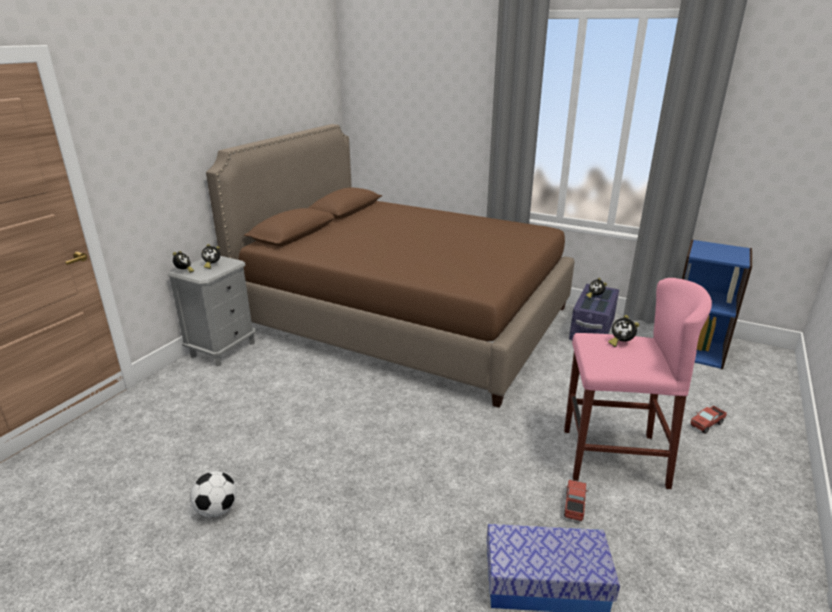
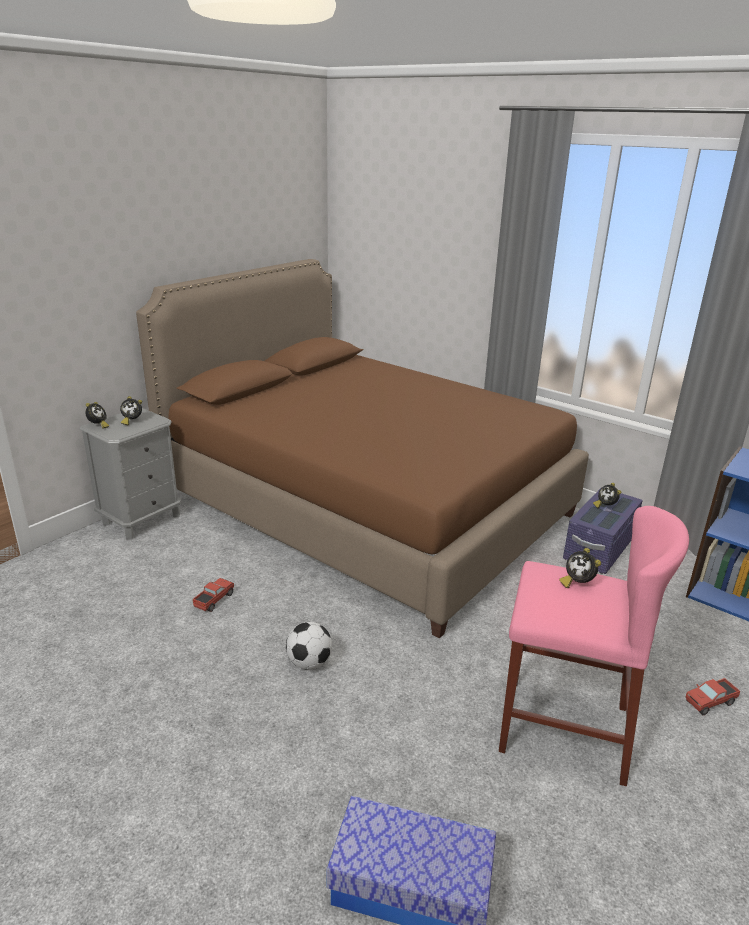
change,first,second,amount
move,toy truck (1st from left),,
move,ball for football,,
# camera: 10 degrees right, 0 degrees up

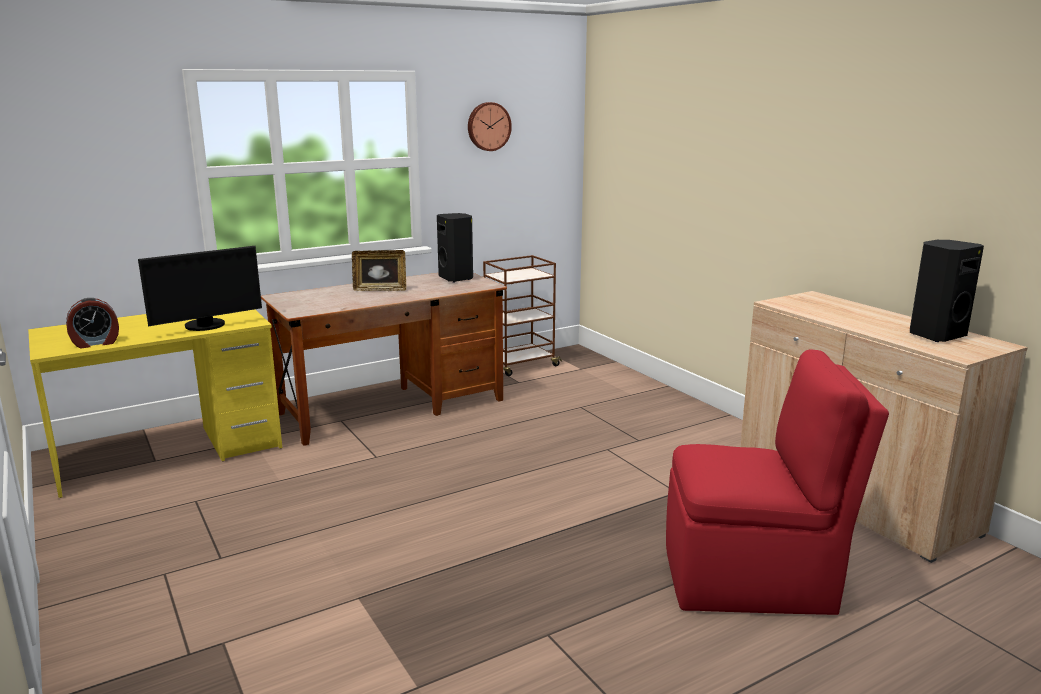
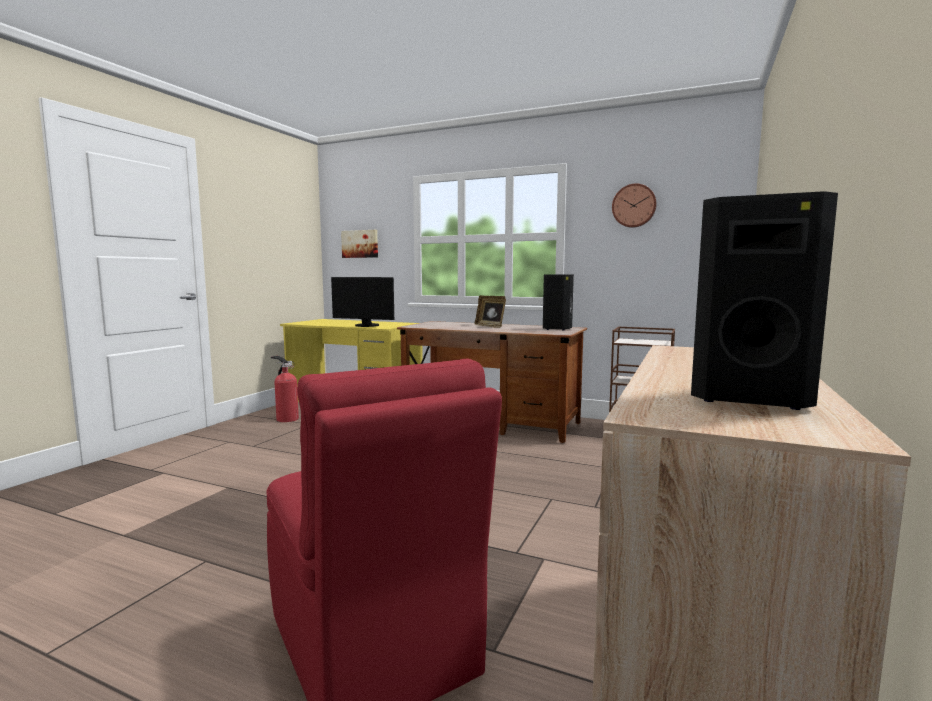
change,first,second,amount
insert,,fire extinguisher,
insert,,wall picture,
delete,table clock,,
# camera: 55 degrees right, 10 degrees down

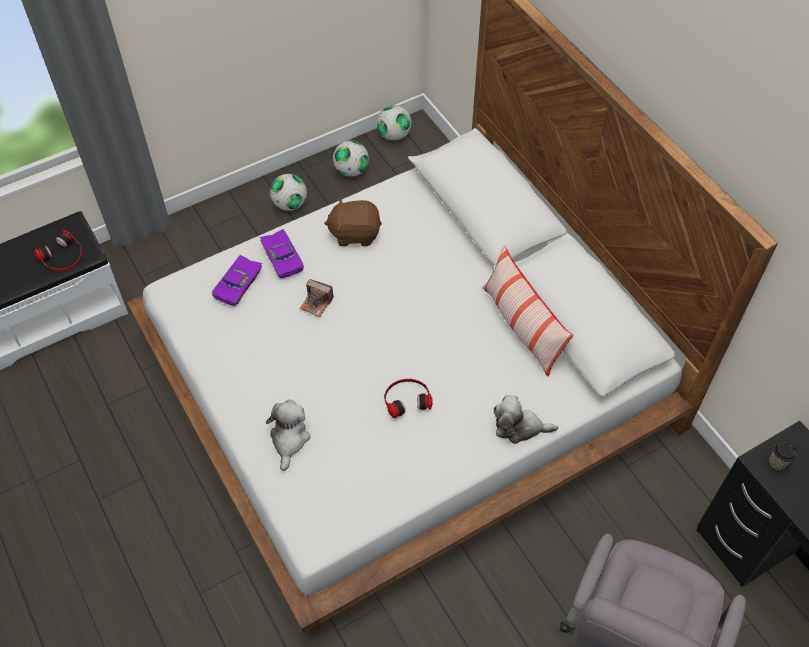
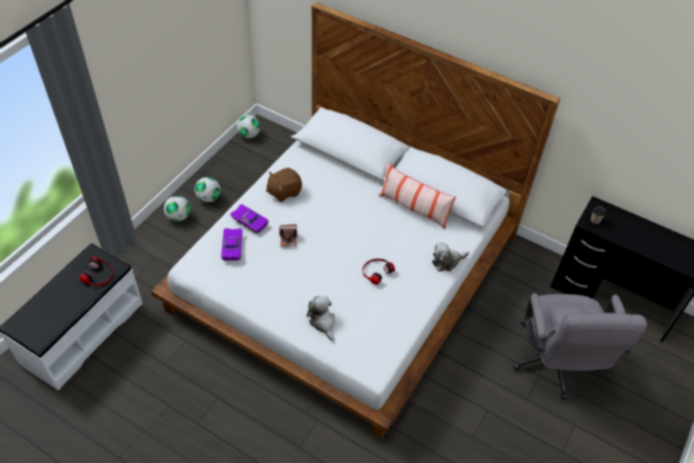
change,first,second,amount
move,ball for football (2nd from left in the first image),ball for football (1st from left),
# camera: 30 degrees left, 5 degrees down

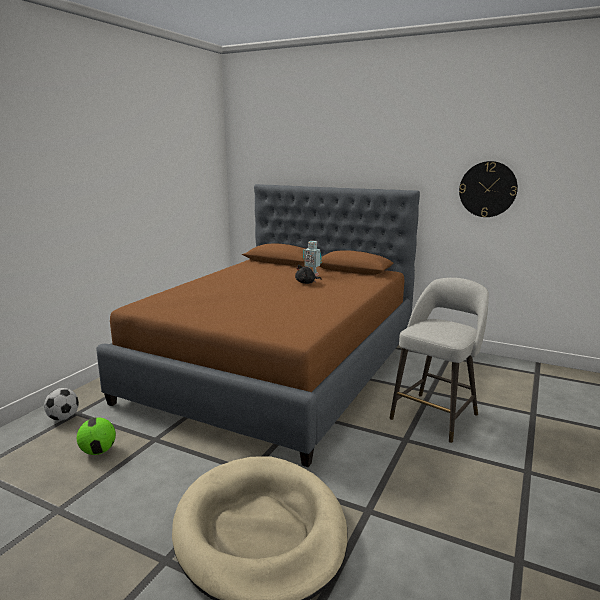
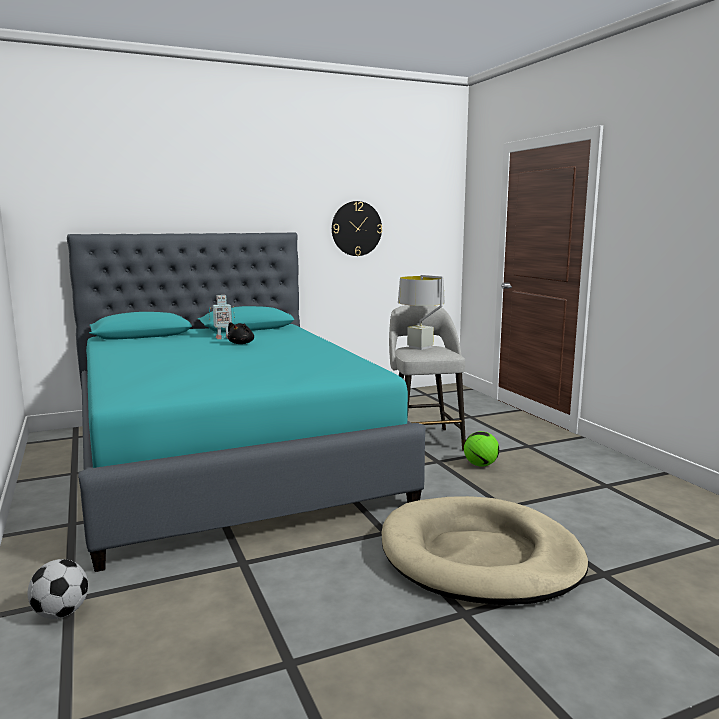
change,first,second,amount
recolor,brownish bed,turquoise-coloured bed,
insert,,grey lamp for a table,
move,ball for football (2nd from left),,
# camera: 50 degrees left, 5 degrees down

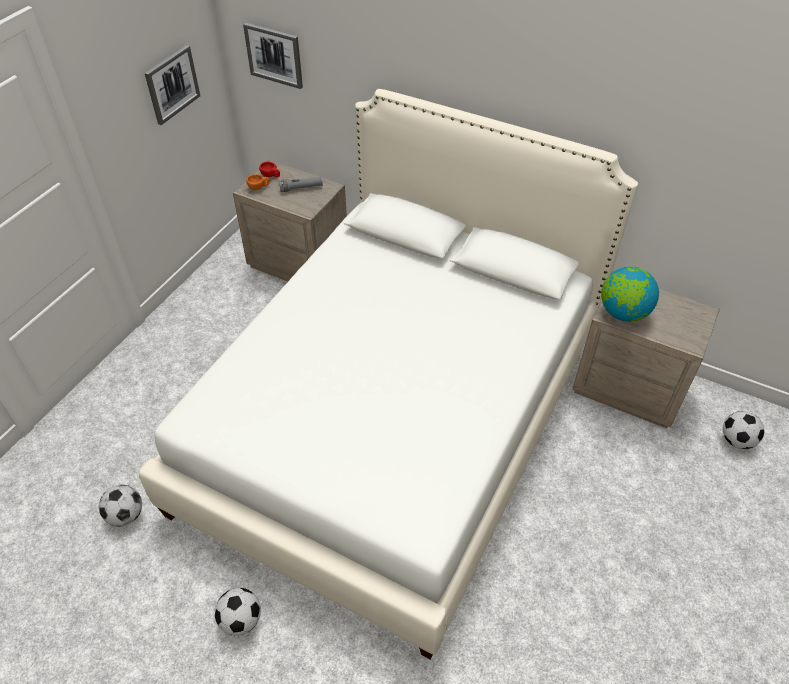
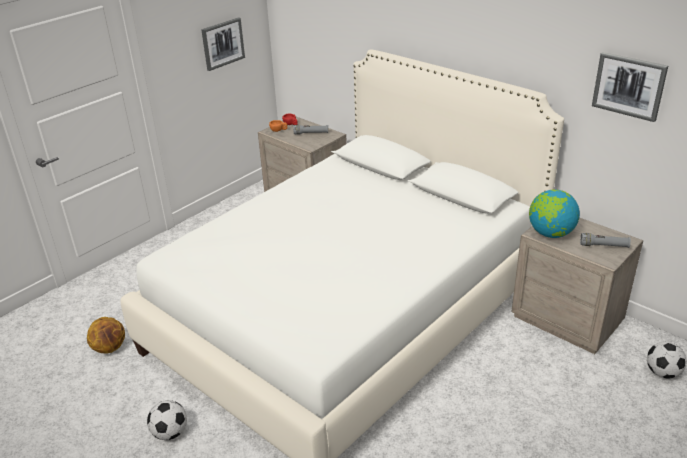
change,first,second,amount
replace,ball for football (1st from left),basketball ball,
insert,,grey flashlight (2nd from left),
move,wall picture (2nd from left),,
# camera: 15 degrees right, 15 degrees down

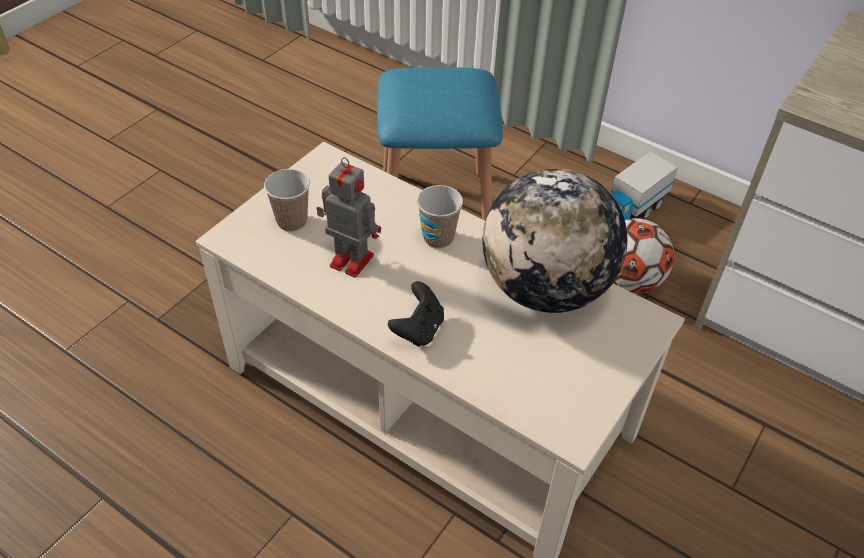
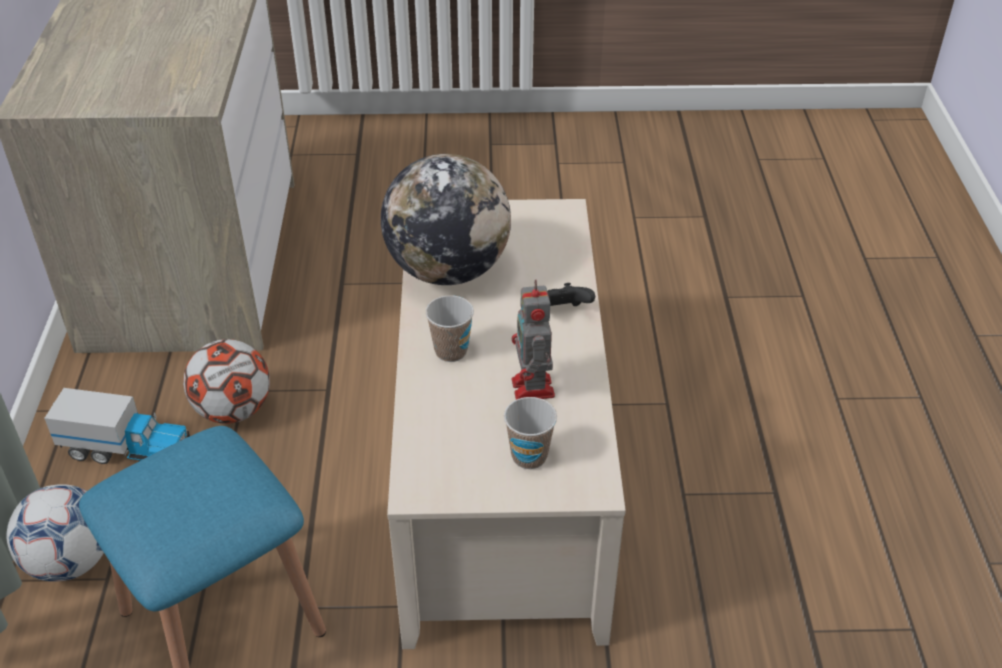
change,first,second,amount
insert,,ball for football (1st from left),
# camera: 125 degrees left, 5 degrees down

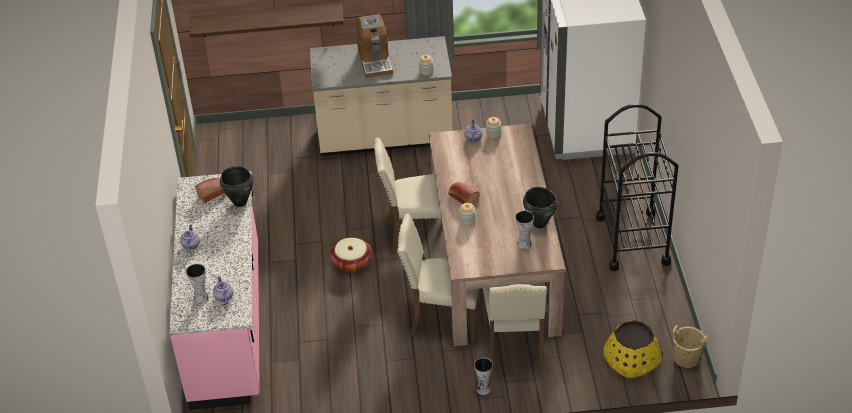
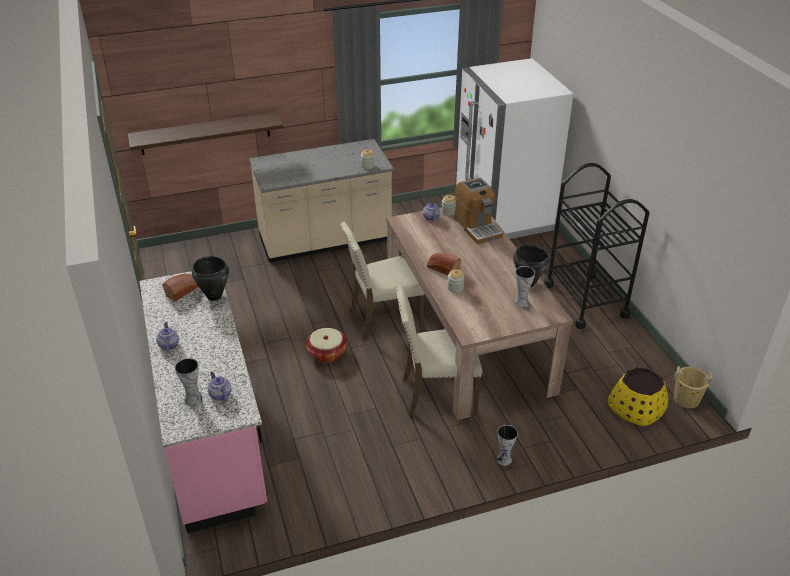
change,first,second,amount
move,coffee brewer,,
delete,beige-coloured plain chair (3rd from left),,
# camera: 15 degrees left, 5 degrees down

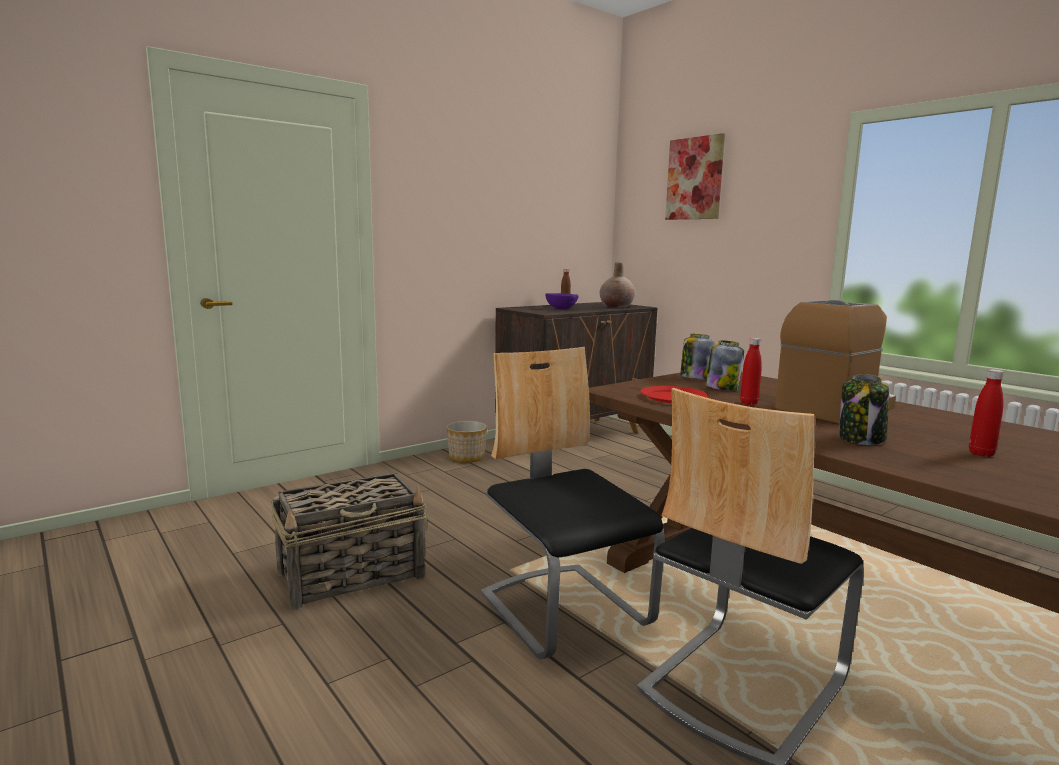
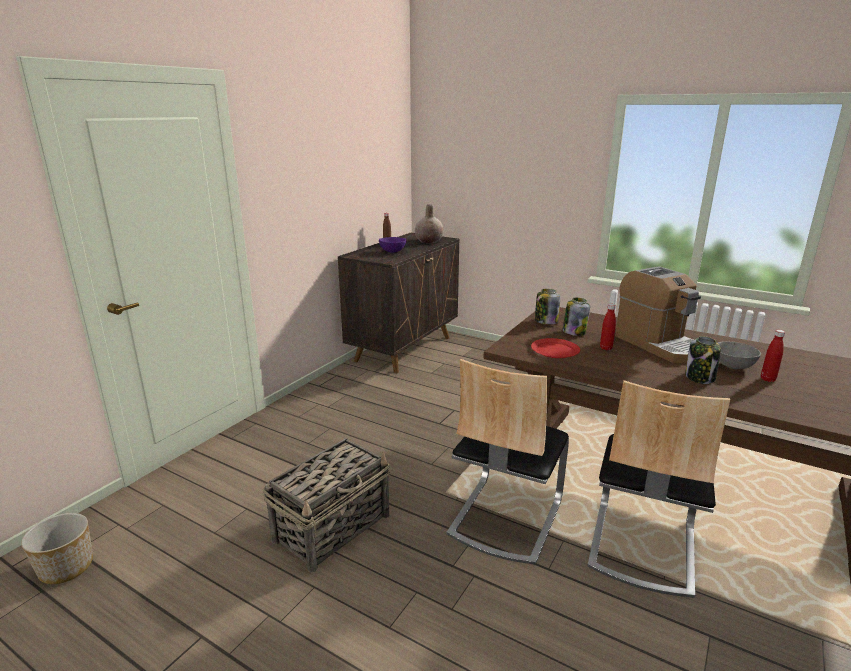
change,first,second,amount
move,planter,,
rotate,plain chair (1st from left),,105 degrees counterclockwise
rotate,coffee brewer,,120 degrees clockwise
insert,,grey deep dish,
delete,wall picture,,
# camera: 20 degrees left, 10 degrees up

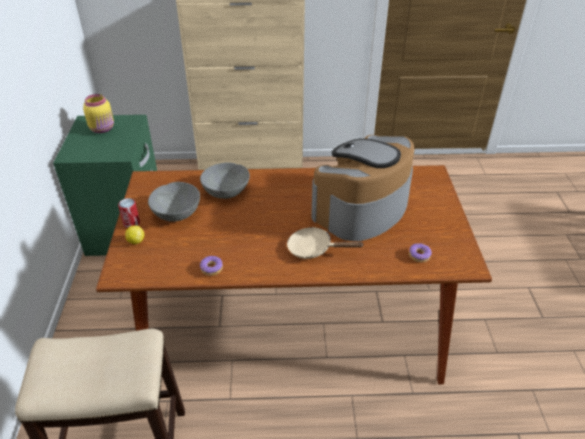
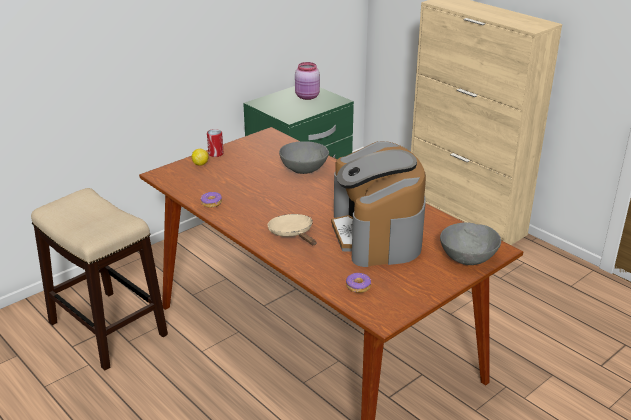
change,first,second,amount
recolor,yellowish preserve jar,pink preserve jar,
rotate,coffee brewer,,105 degrees counterclockwise
move,grey deep dish (1st from left in the first image),grey deep dish (2nd from left),
# camera: 50 degrees right, 10 degrees down

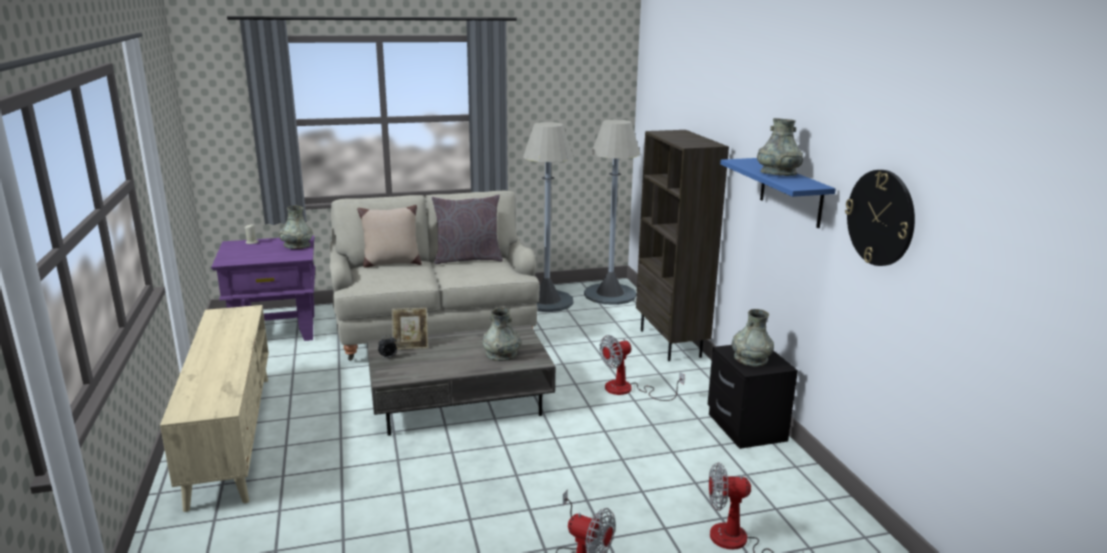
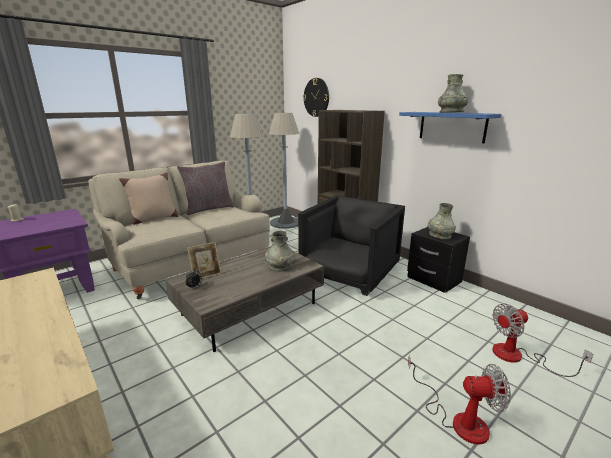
change,first,second,amount
replace,cooling fan (2nd from left),black-coloured easy chair,
move,wall clock,,
delete,grey decorative vase (1st from left),,
# camera: 25 degrees left, 0 degrees up

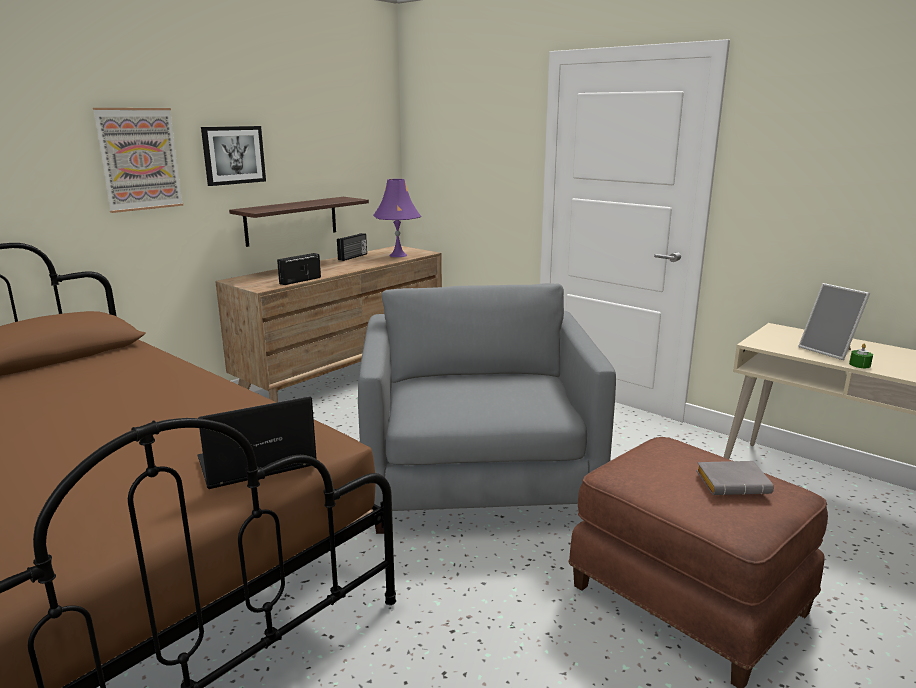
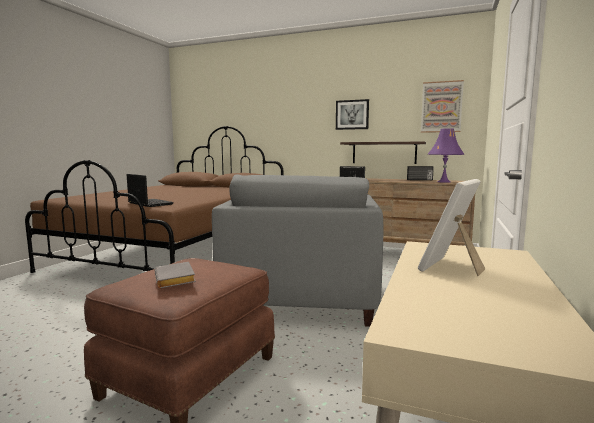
change,first,second,amount
rotate,grey easy chair,,120 degrees clockwise
move,wall picture (1st from left in the first image),wall picture (2nd from left),
delete,green wax light,,
# camera: 70 degrees right, 10 degrees down

